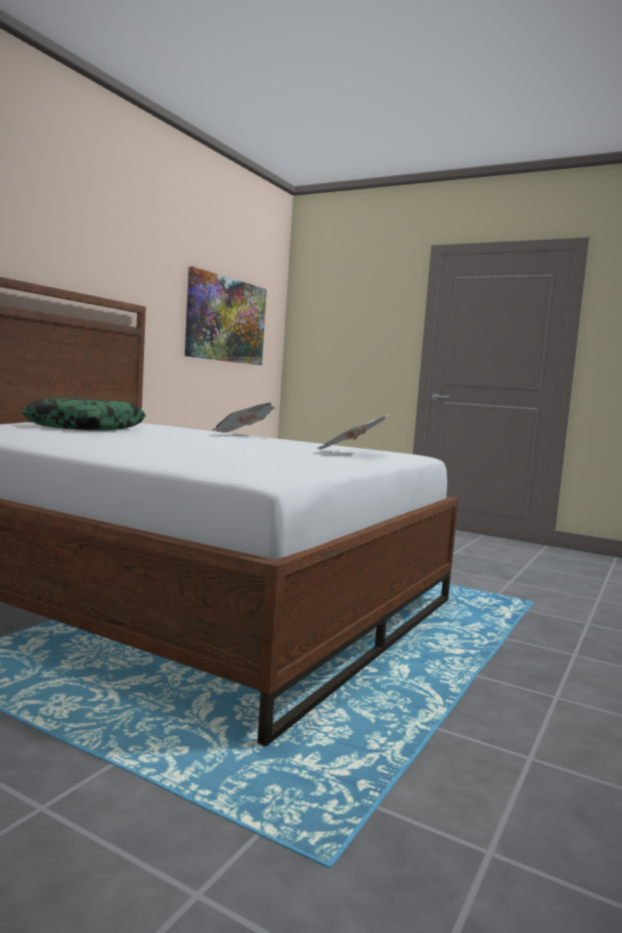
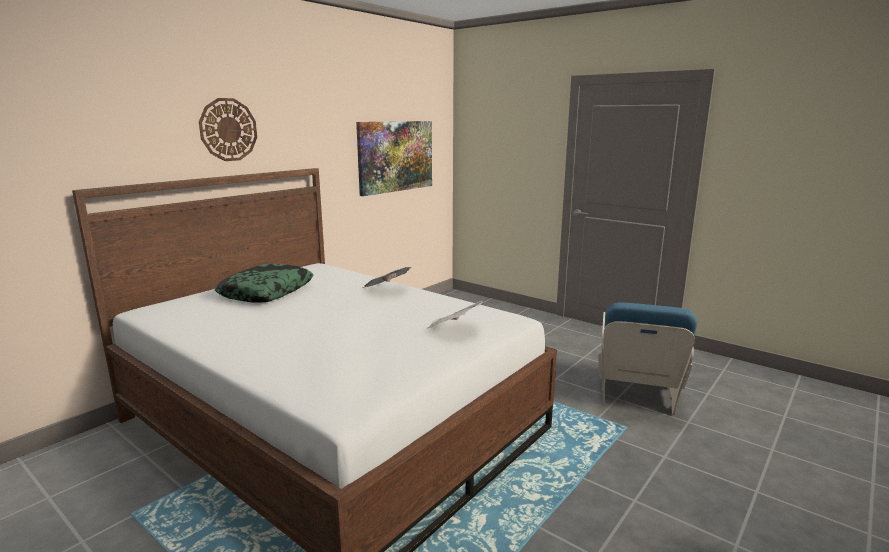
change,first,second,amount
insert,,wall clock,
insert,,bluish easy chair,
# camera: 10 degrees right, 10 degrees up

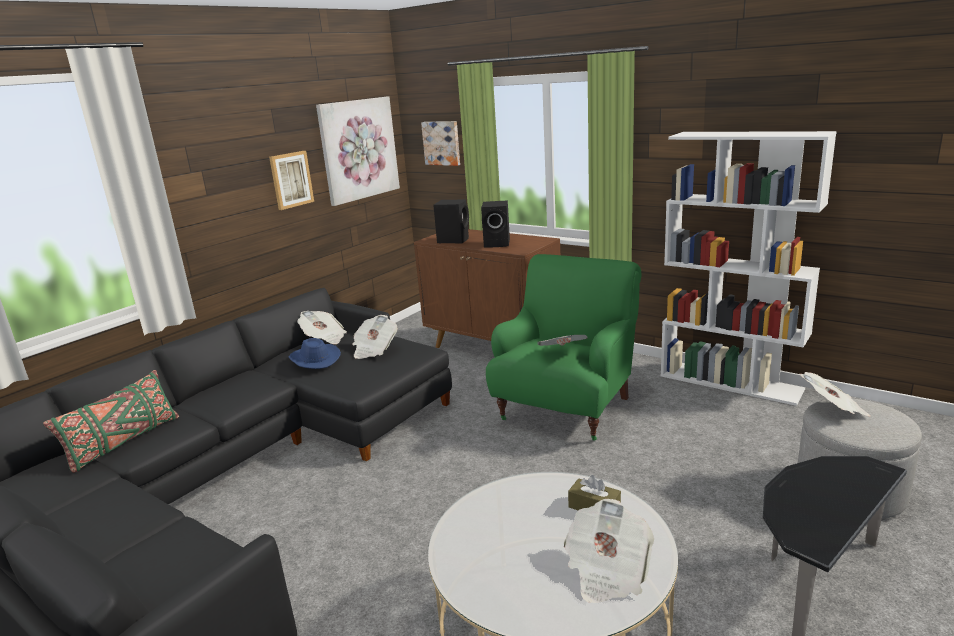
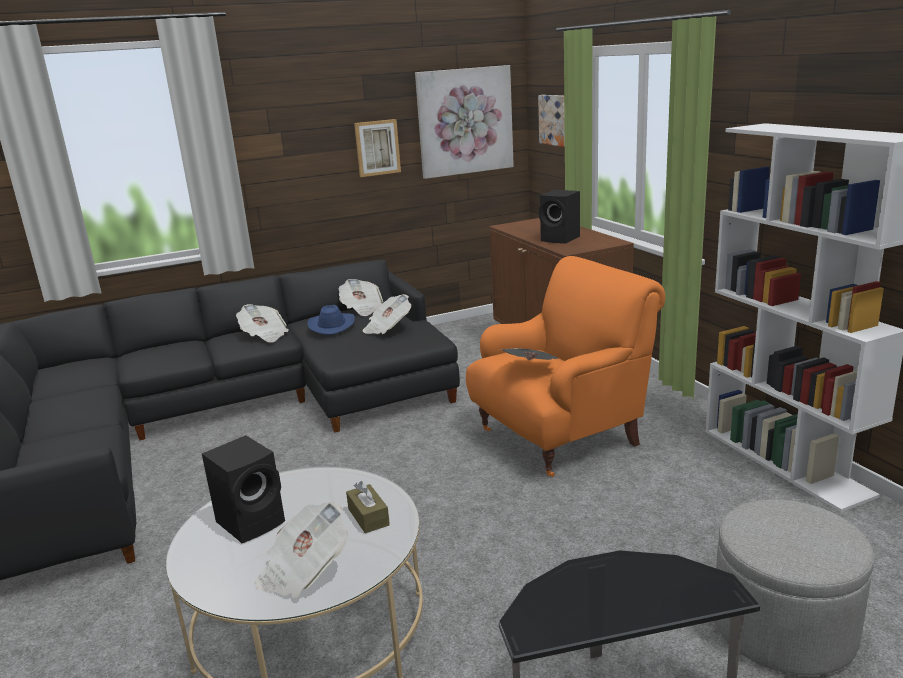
change,first,second,amount
move,black-coloured speaker (1st from left),,
move,newspaper (5th from left in the first image),newspaper (1st from left),
recolor,green easy chair,orange-coloured easy chair,
delete,green pillow,,
# camera: 30 degrees right, 0 degrees up

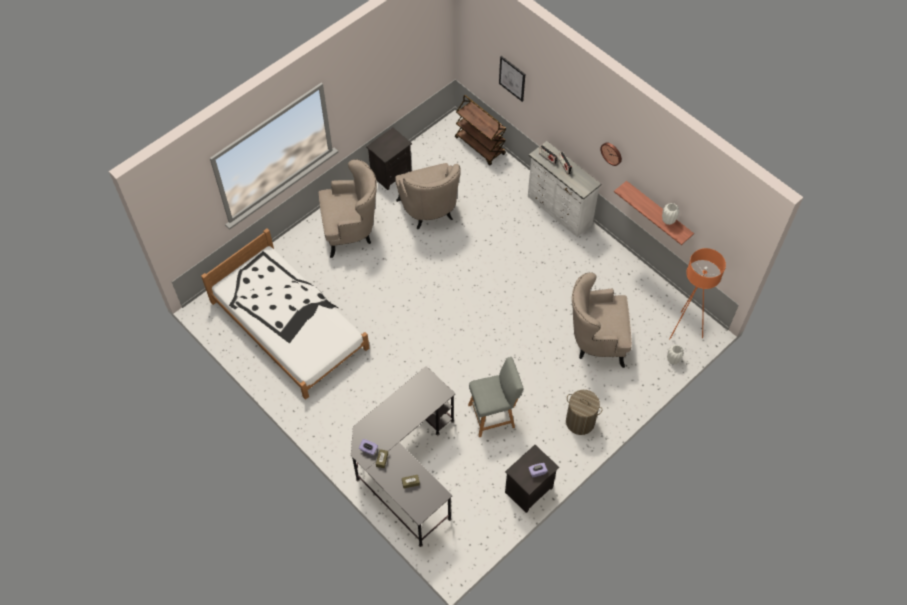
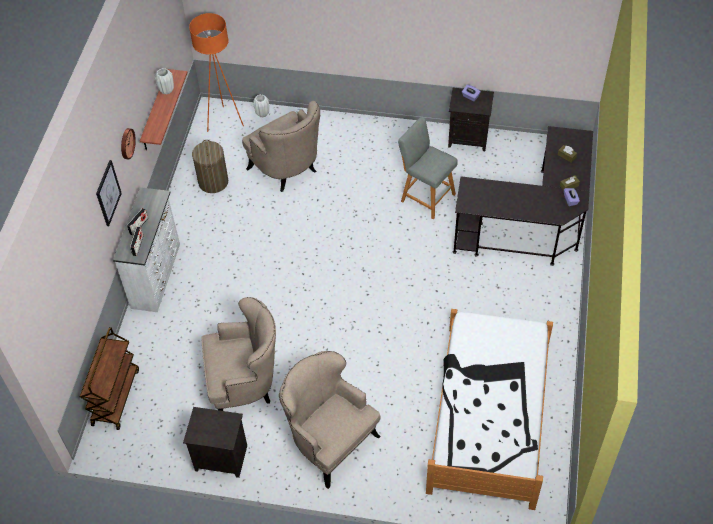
change,first,second,amount
move,wall picture,,
move,washing basket,,
rotate,beige-coloured easy chair (2nd from left in the first image),beige-coloured easy chair (1st from left),45 degrees clockwise
# camera: 125 degrees left, 5 degrees down

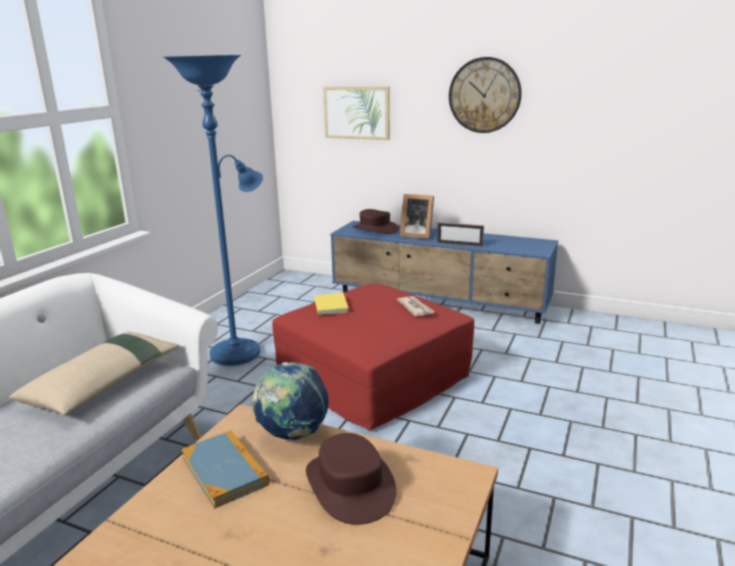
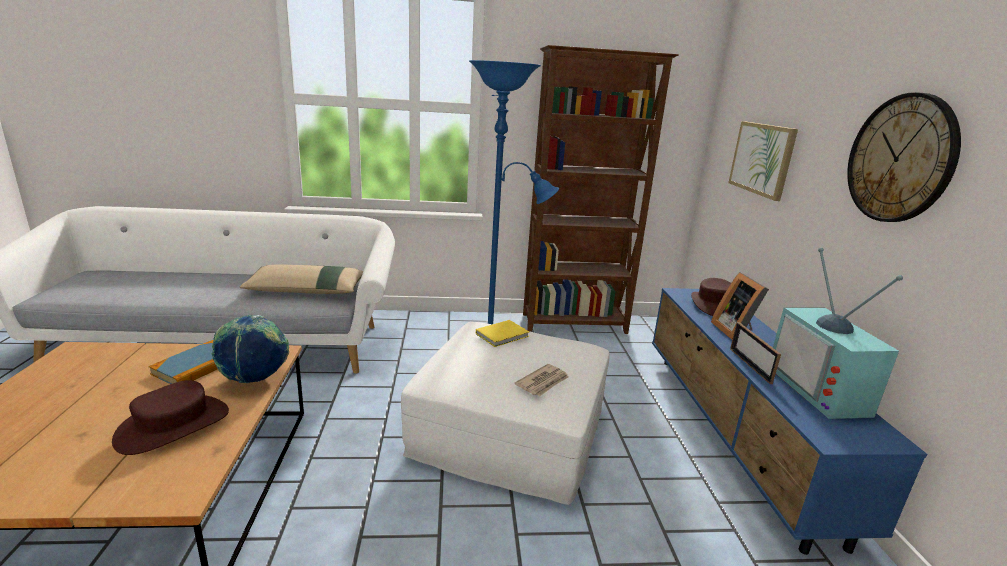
change,first,second,amount
recolor,red ottoman,white-coloured ottoman,
insert,,brownish shelving unit,
insert,,television,
# camera: 60 degrees right, 0 degrees up

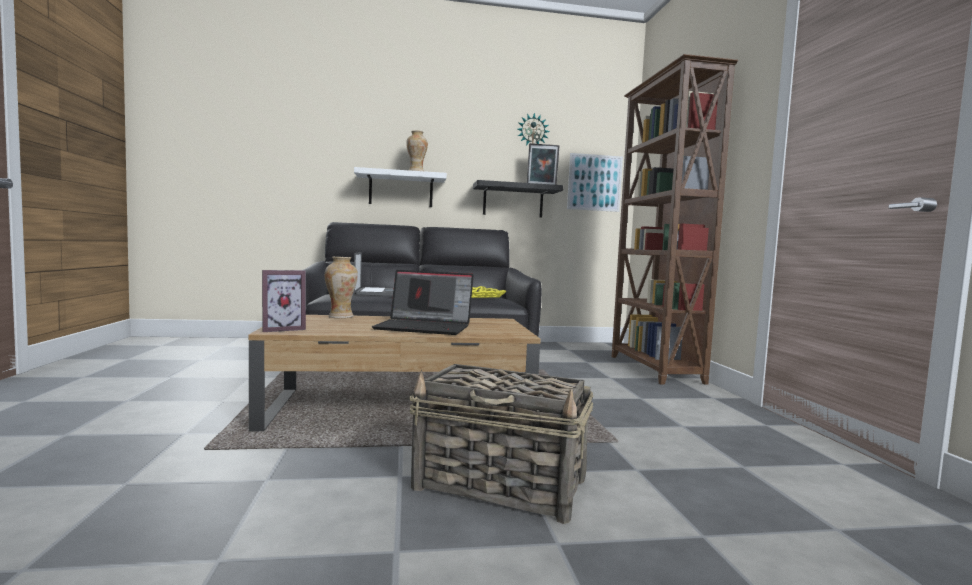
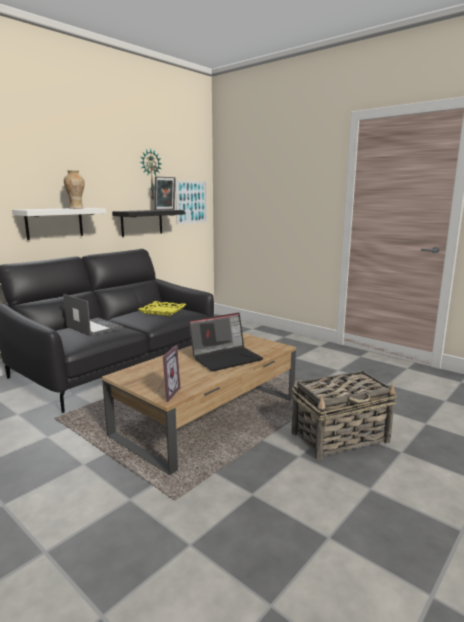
change,first,second,amount
delete,decorative vase (1st from left),,
delete,brownish shelving unit,,
# camera: 40 degrees left, 10 degrees up

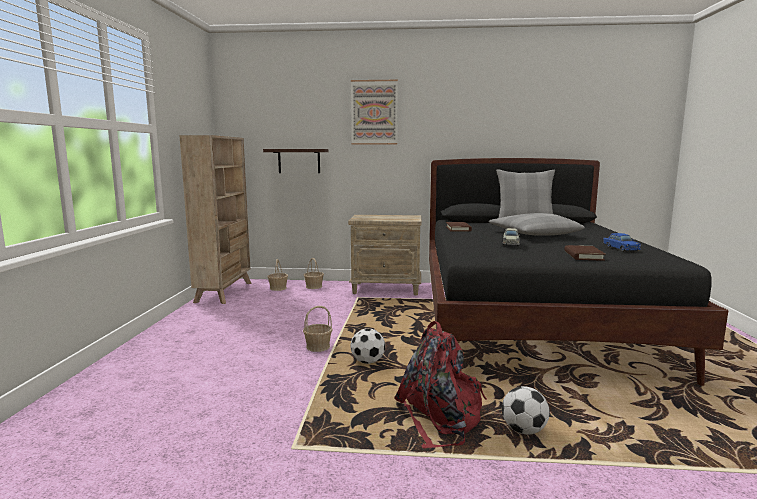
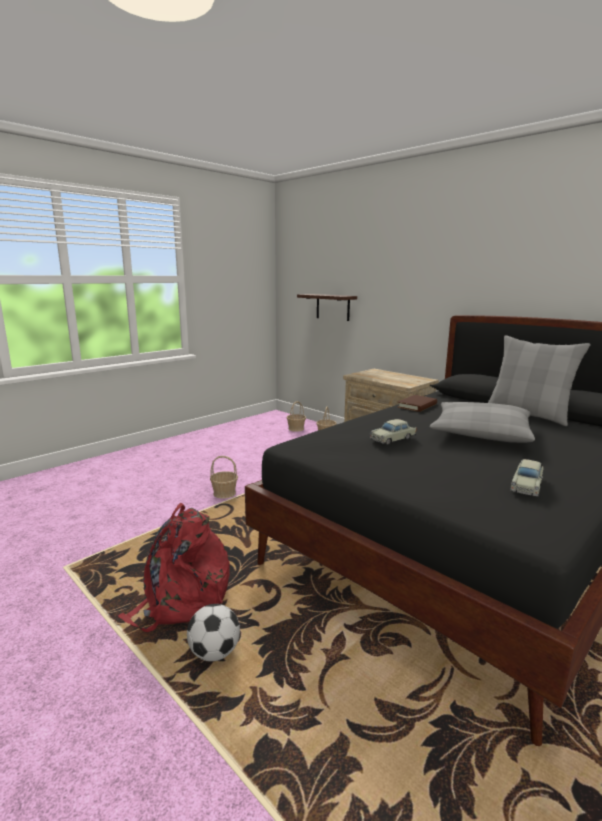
change,first,second,amount
recolor,bluish toy car,beige-coloured toy car (2nd from left),
delete,beige-coloured shelving unit,,
delete,ball for football (1st from left),,
delete,wall picture,,
delete,brownish book (2nd from left),,
# camera: 40 degrees right, 5 degrees up

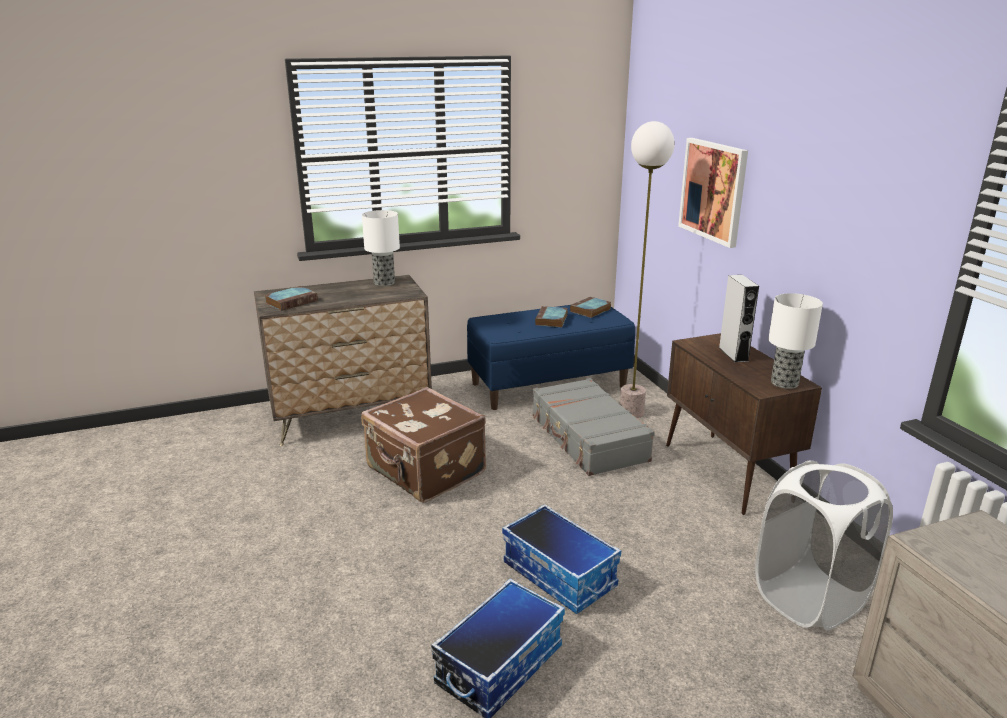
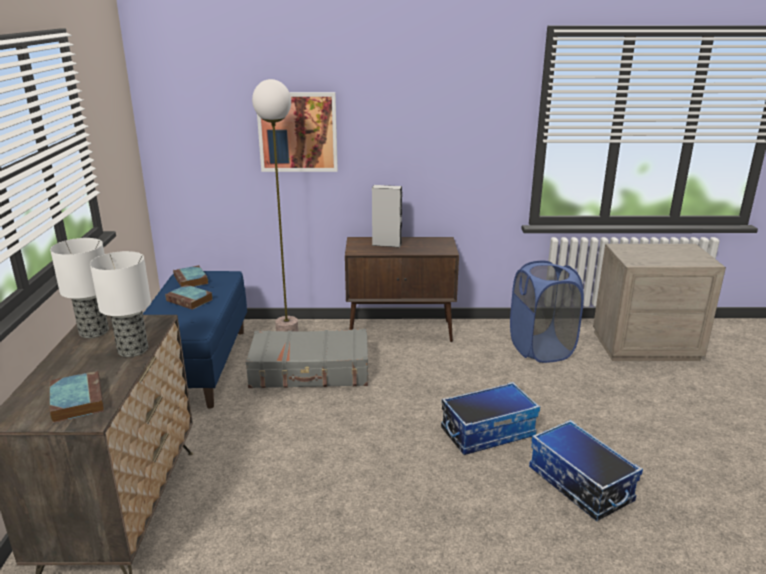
change,first,second,amount
move,lamp for a table (2nd from left),,
recolor,white-coloured washing basket,bluish washing basket,
delete,brownish travel case,,
# camera: 70 degrees left, 0 degrees up

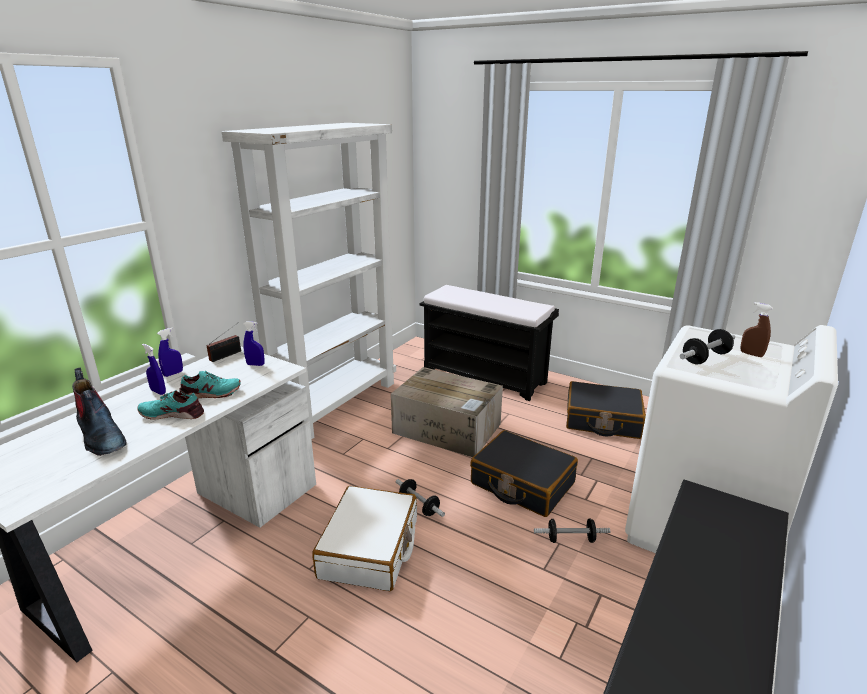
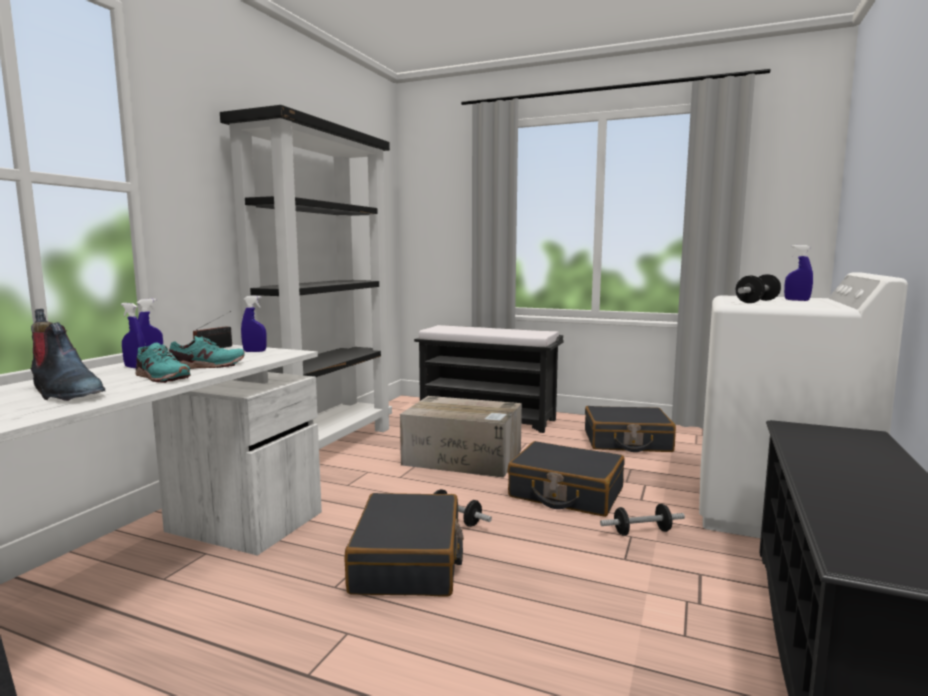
change,first,second,amount
rotate,turquoise-coloured shoe (1st from left),,135 degrees counterclockwise
recolor,white-coloured shelving unit,black-coloured shelving unit,
recolor,white-coloured travel case,black-coloured travel case (1st from left),
recolor,brownish sprayer,bluish sprayer (4th from left),
# camera: 10 degrees left, 15 degrees down

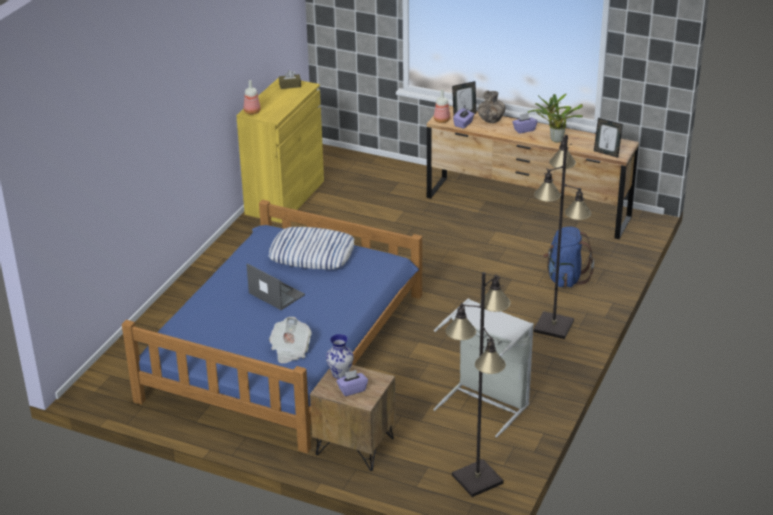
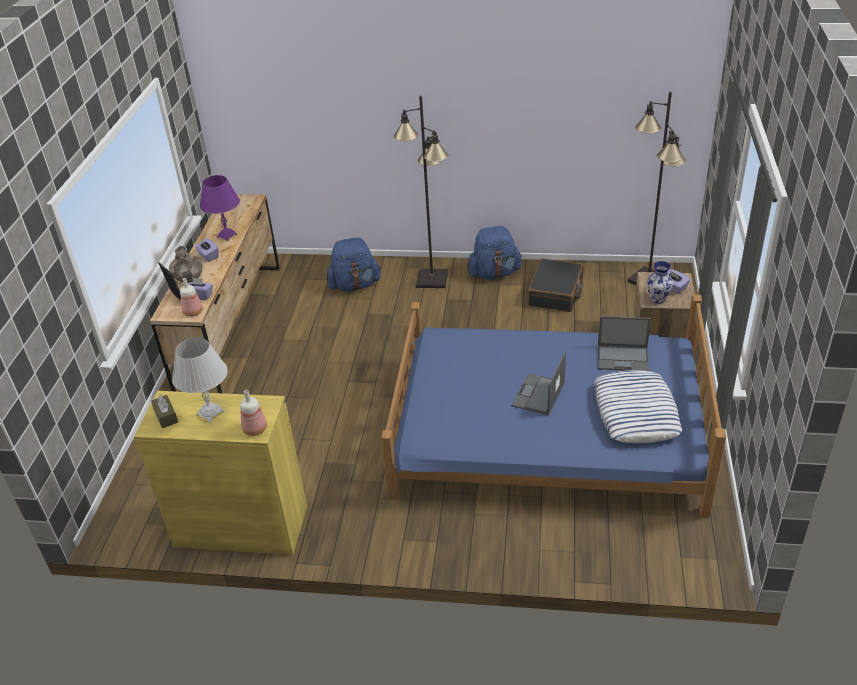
change,first,second,amount
insert,,white-coloured lamp for a table,
replace,plant in a pot,purple lamp for a table,
insert,,bluish rucksack (2nd from left),
replace,grey washing basket,black-coloured travel case,
move,pillow,,
replace,newspaper,portable computer (2nd from left),
delete,picture frame (2nd from left),,
# camera: 105 degrees left, 5 degrees up

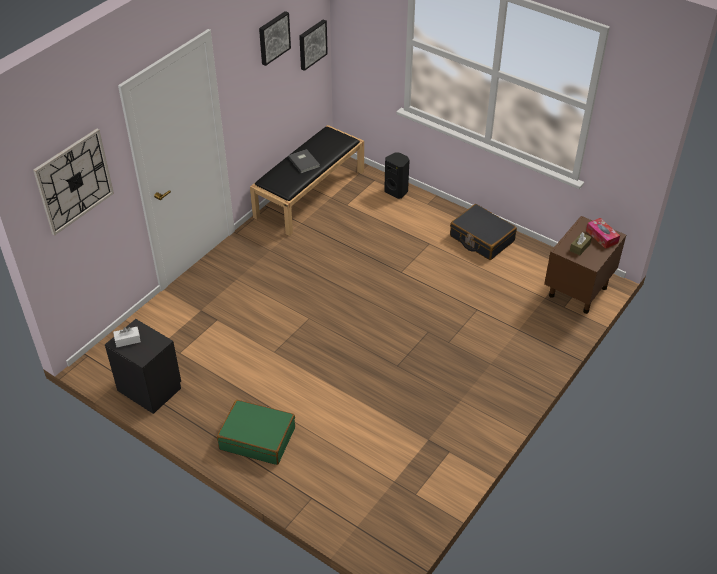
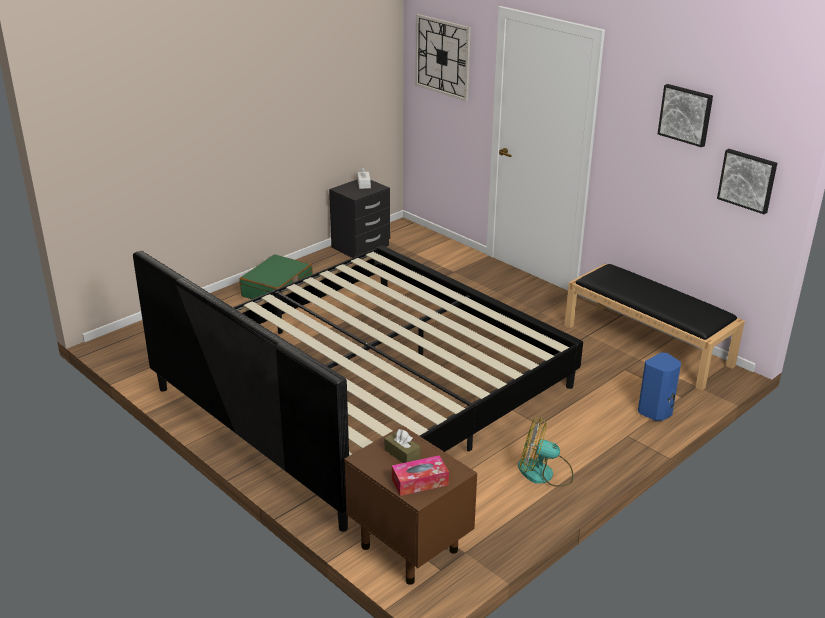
change,first,second,amount
insert,,bed,
replace,black-coloured travel case,cooling fan,
recolor,black-coloured speaker,bluish speaker,
delete,grey book,,
# camera: 100 degrees right, 15 degrees down

